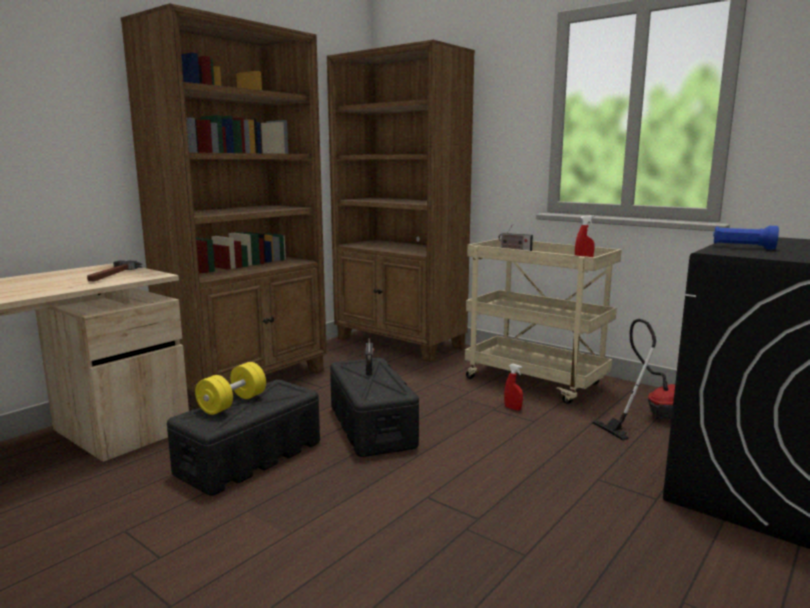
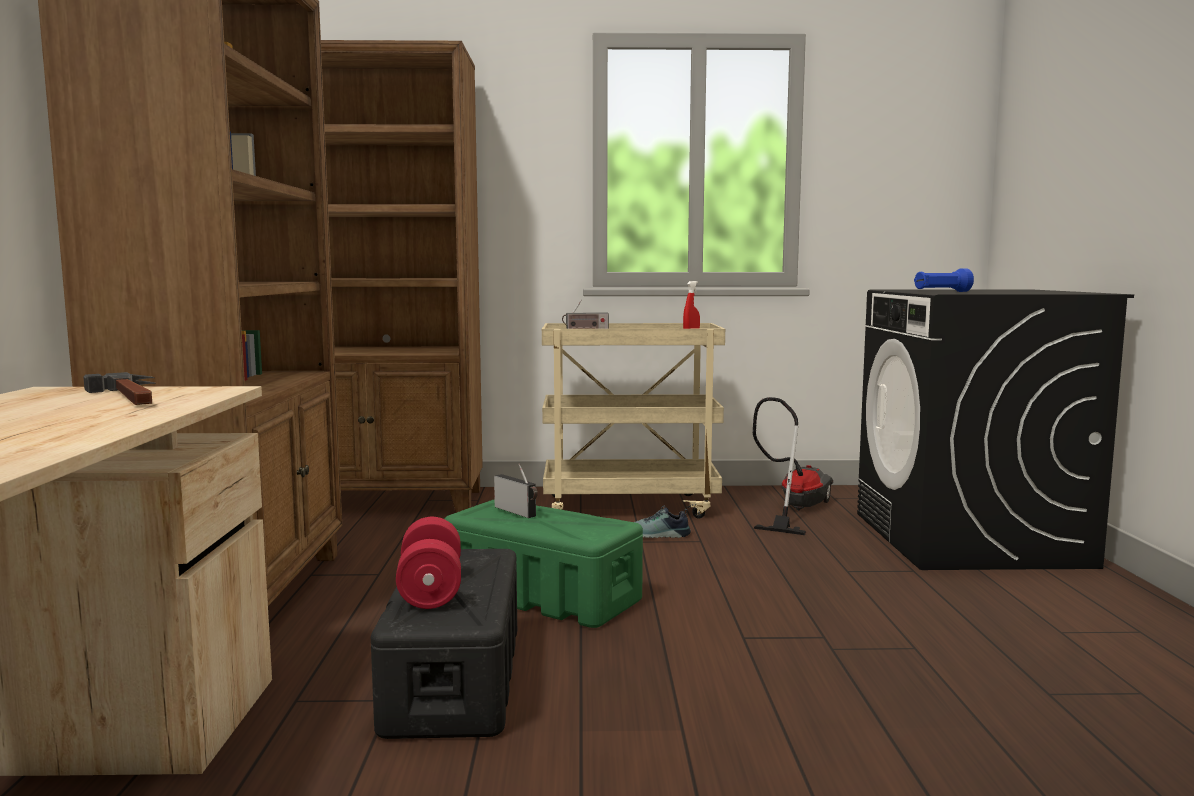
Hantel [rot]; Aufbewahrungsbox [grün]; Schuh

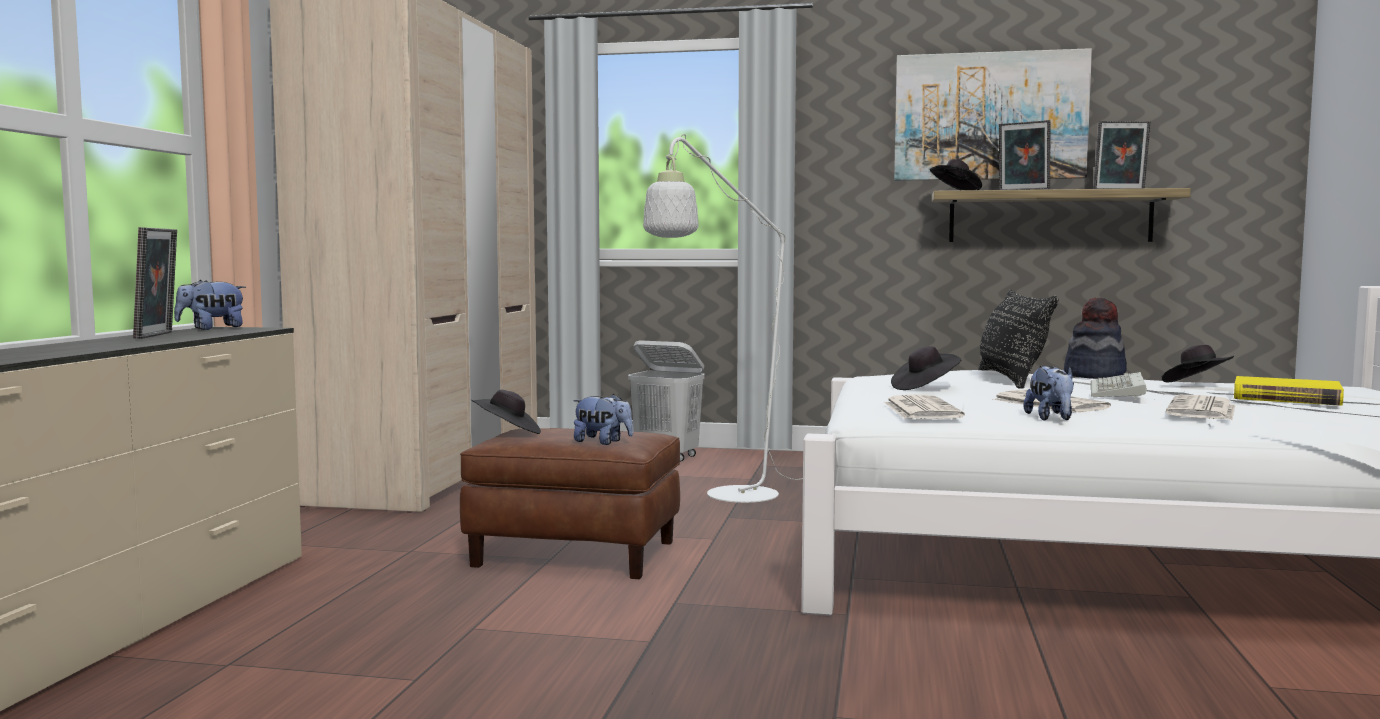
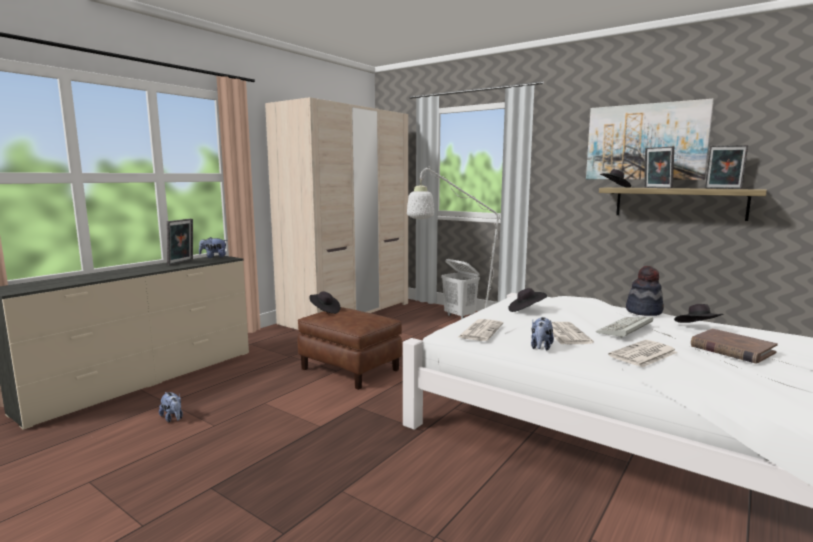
Plüschtier (1st from left); Buch [braun]; Kissen [schwarz]

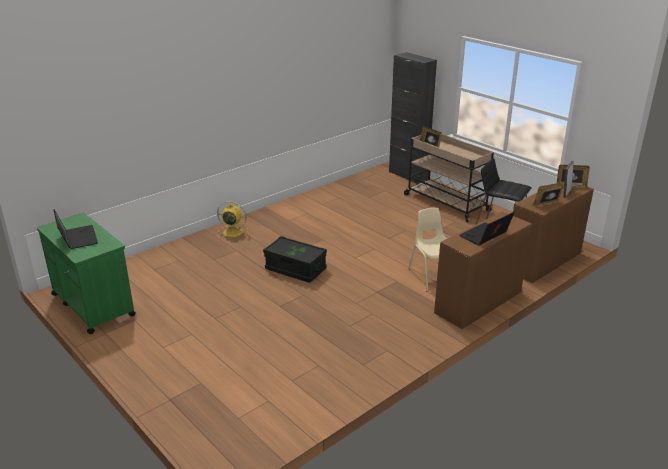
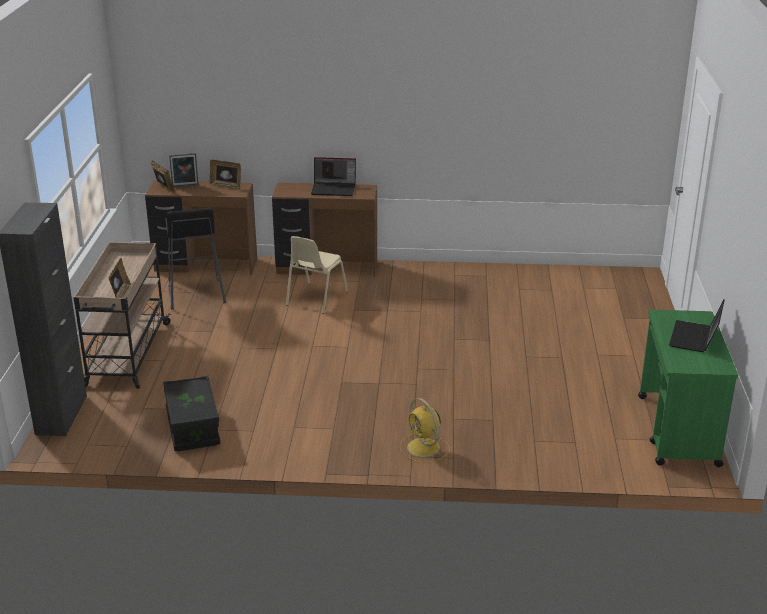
Aufbewahrungsbox [schwarz]

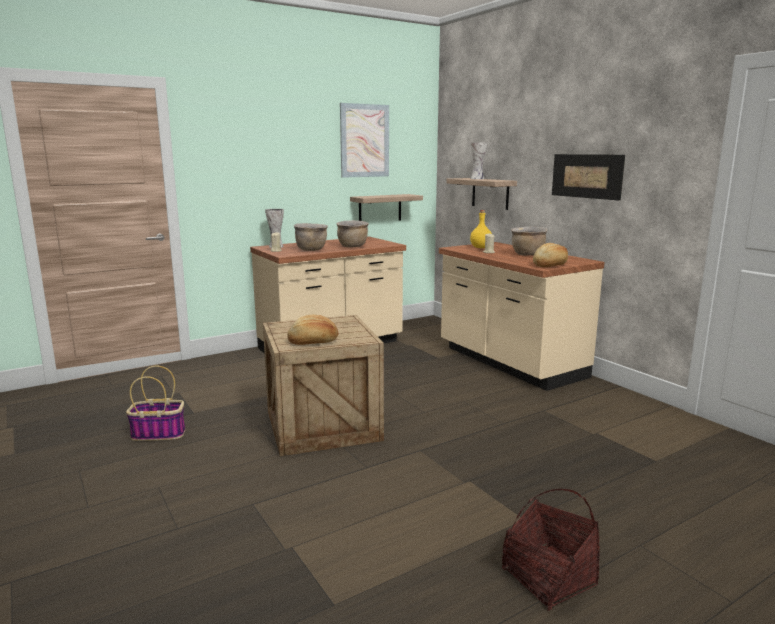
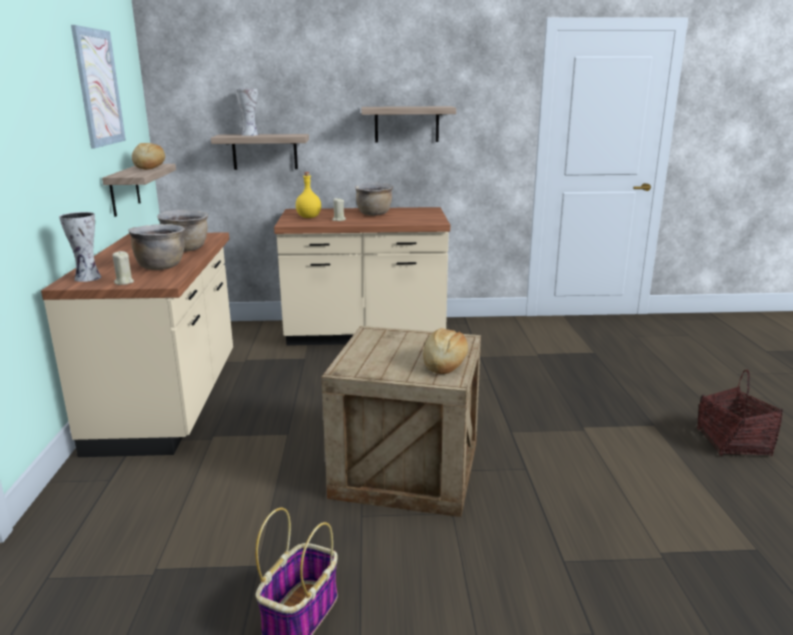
Brot (1st from left); Wandregal (3rd from left)

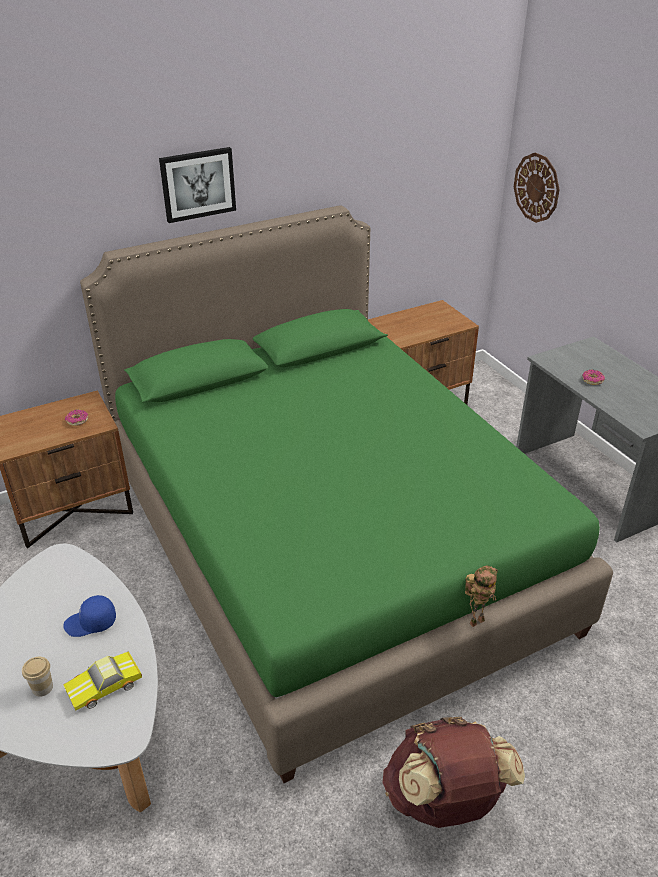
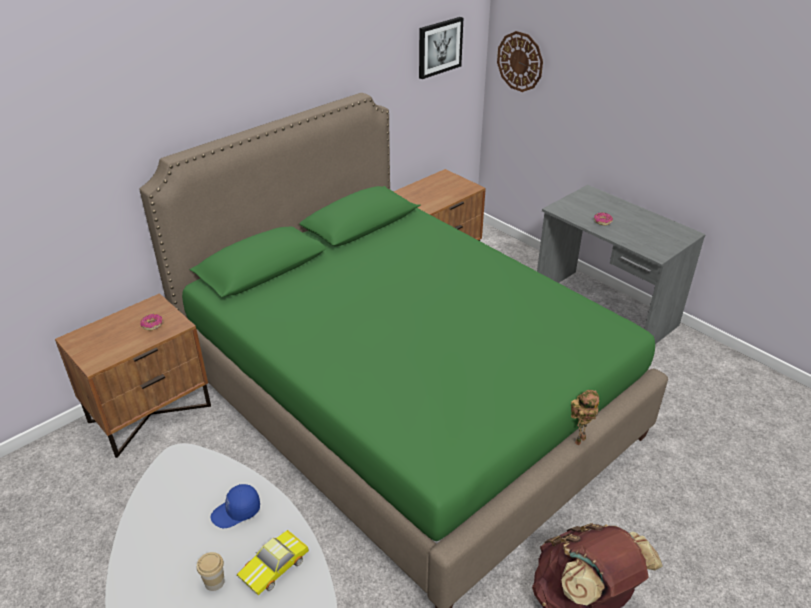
Bild

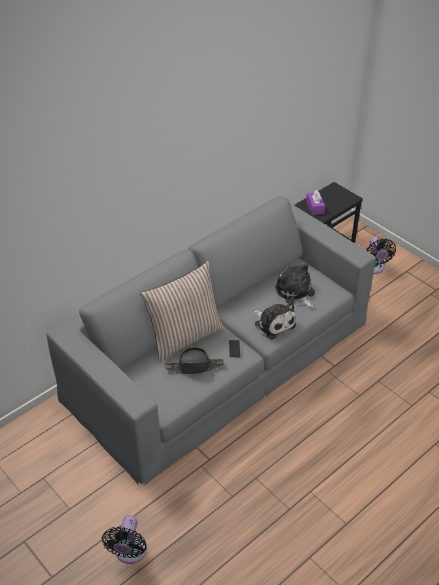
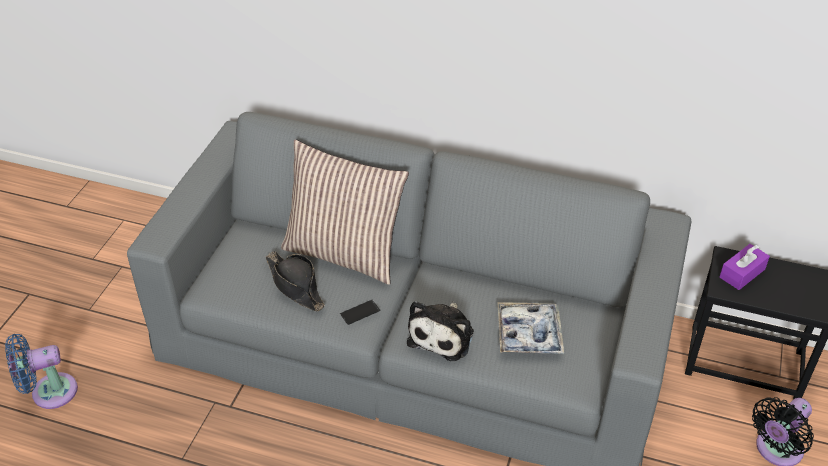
Ventilator [blau]; Tablett

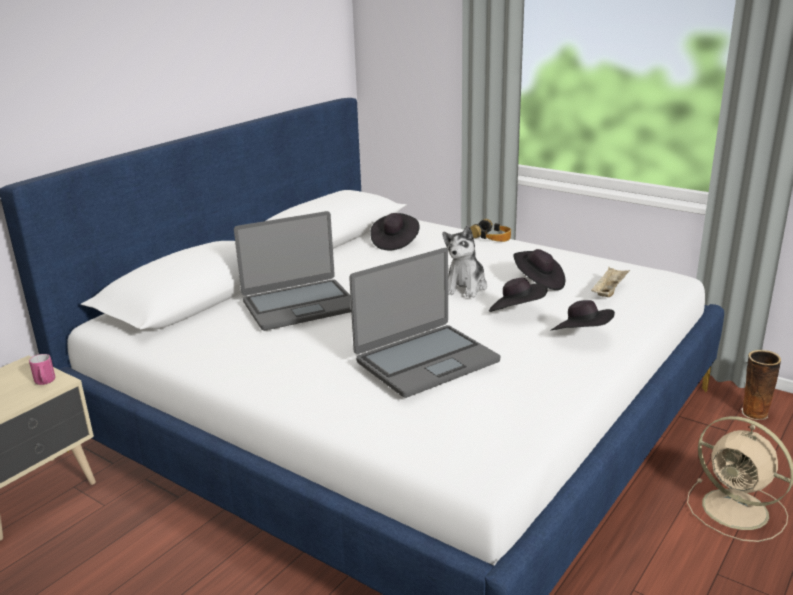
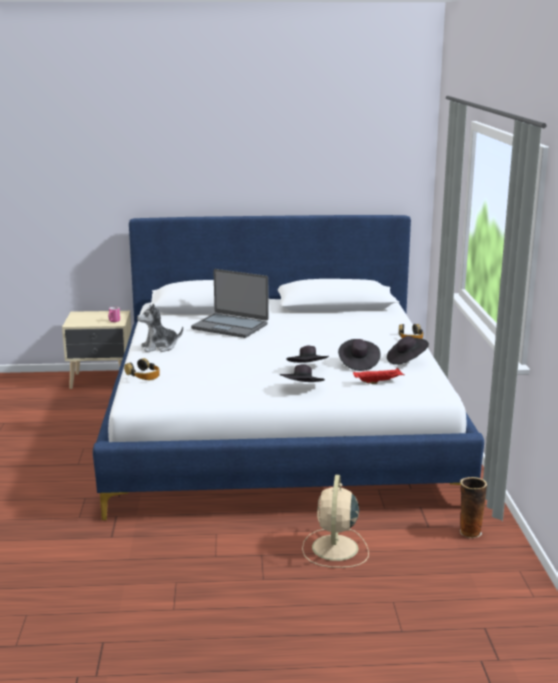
Kopfhörer (1st from left); Plüschtier; Tablett [rot]; Hut [schwarz] (4th from left); Laptop (2nd from left in the first image)

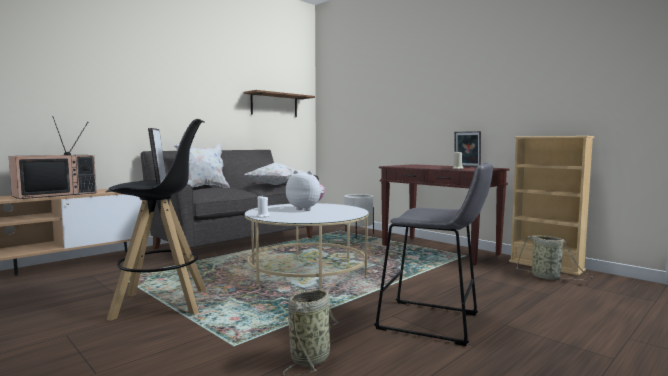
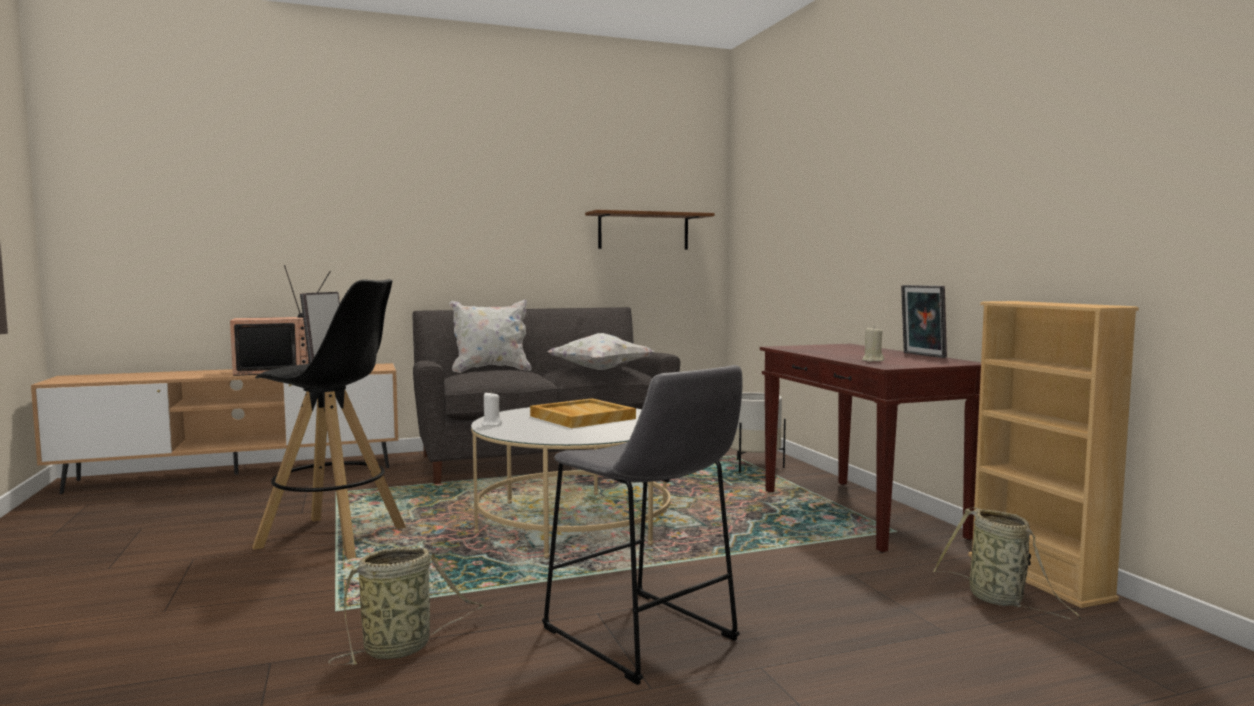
Tablett [beige]

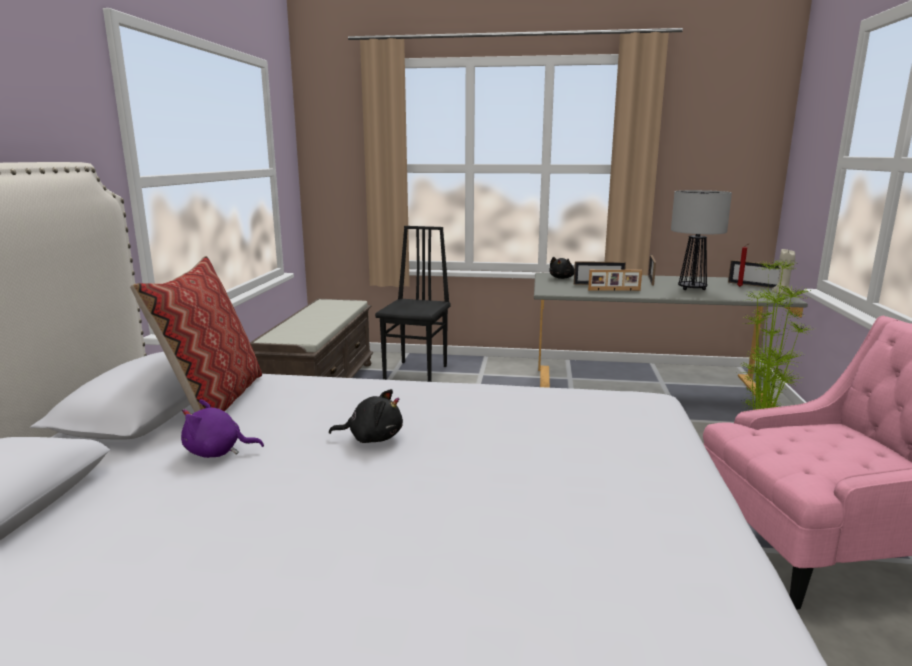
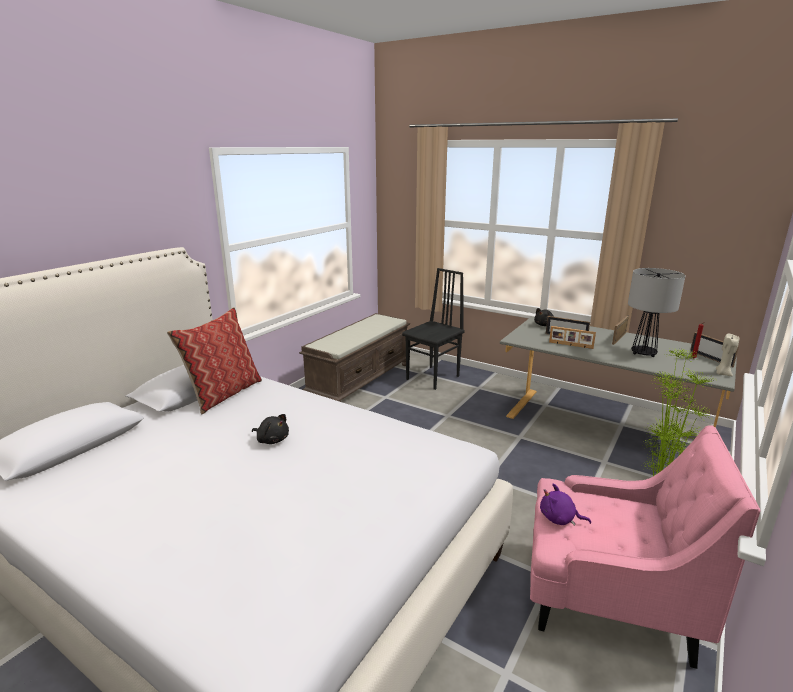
Plüschtier [lila]

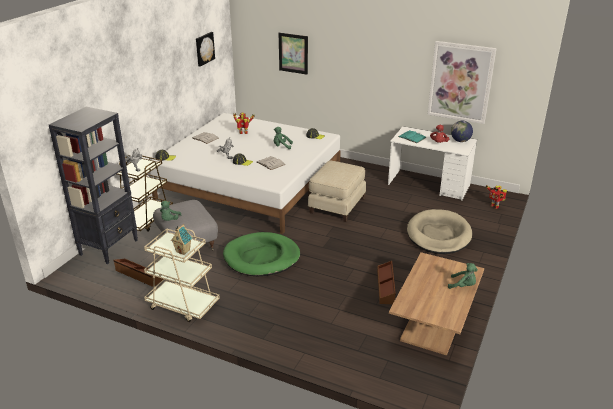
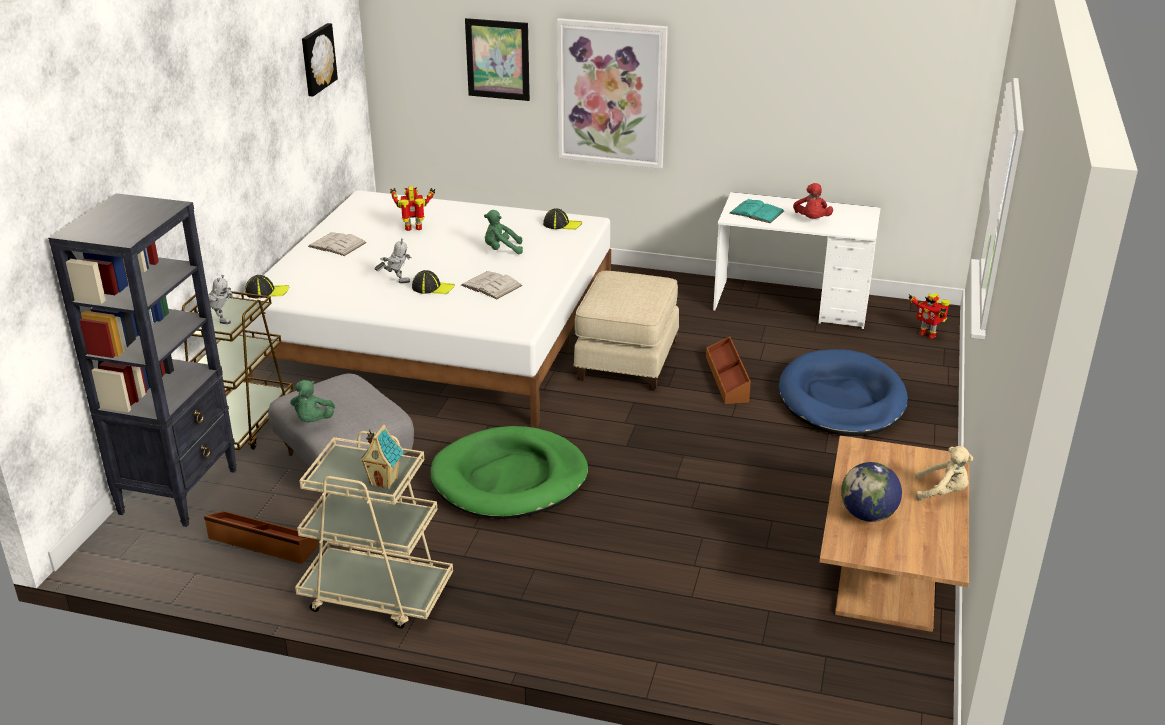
Bild (3rd from left); Aufbewahrungsbox [braun] (2nd from left); Hundebett [blau]; Globus; Plüschtier [beige]

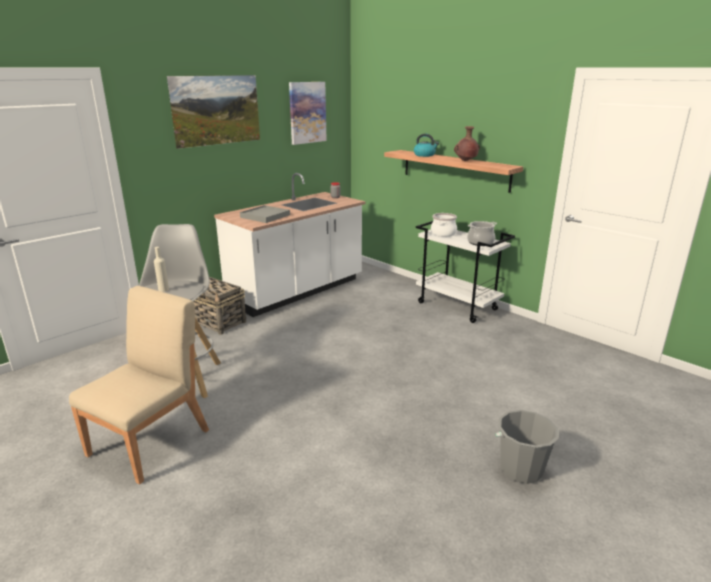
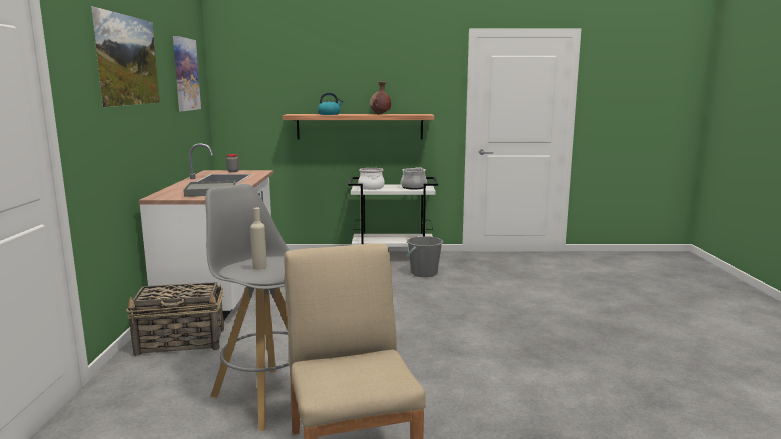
Eimer [grau]

